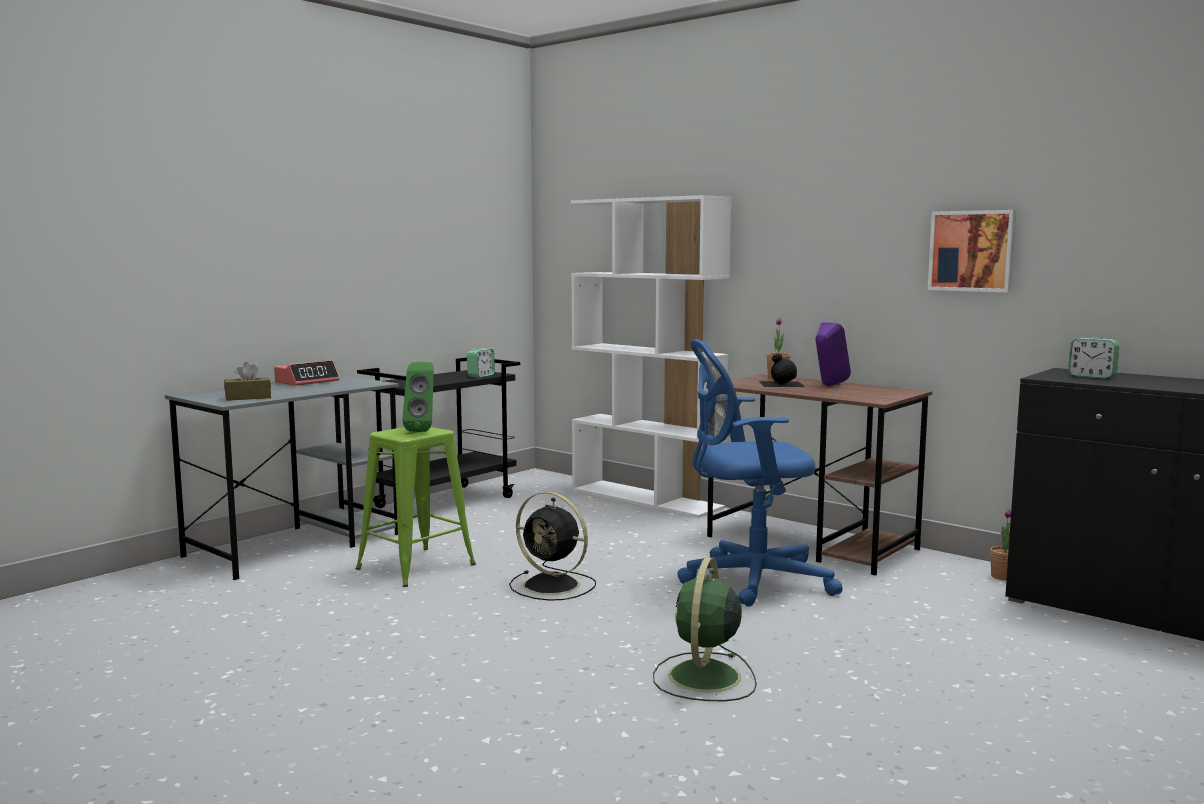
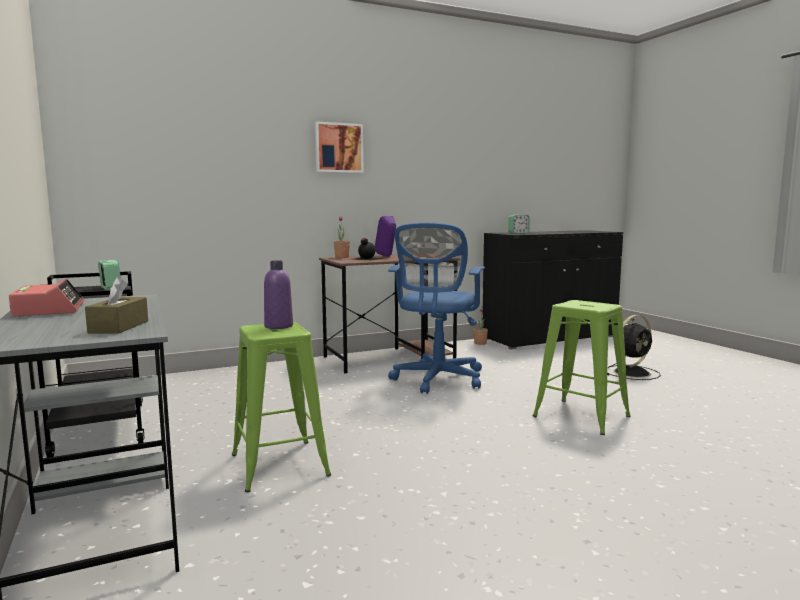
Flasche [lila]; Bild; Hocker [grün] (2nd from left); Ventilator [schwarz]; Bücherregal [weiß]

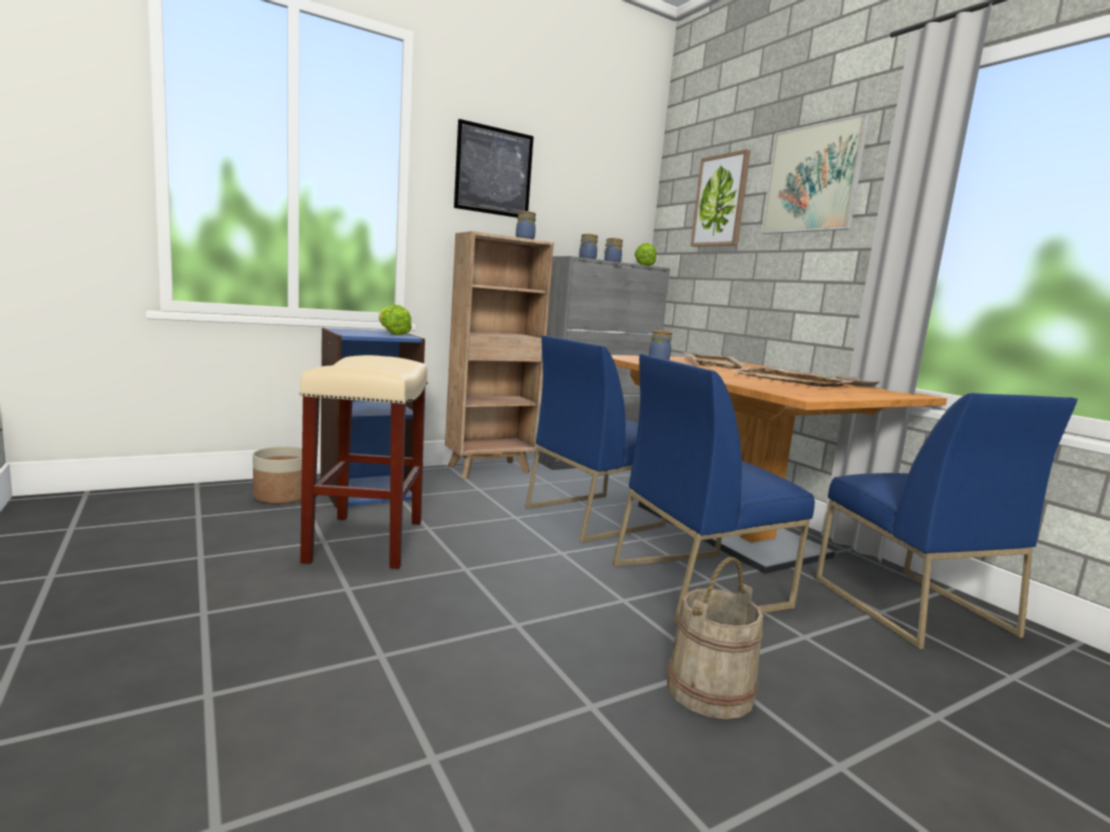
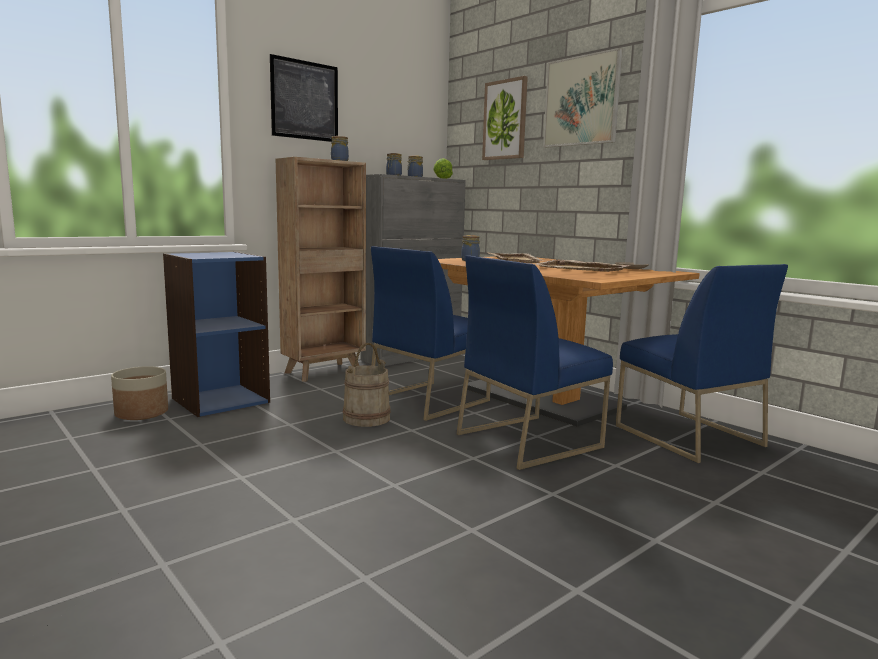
Eimer [beige]; Hocker [beige]; Salatkopf (1st from left in the first image)

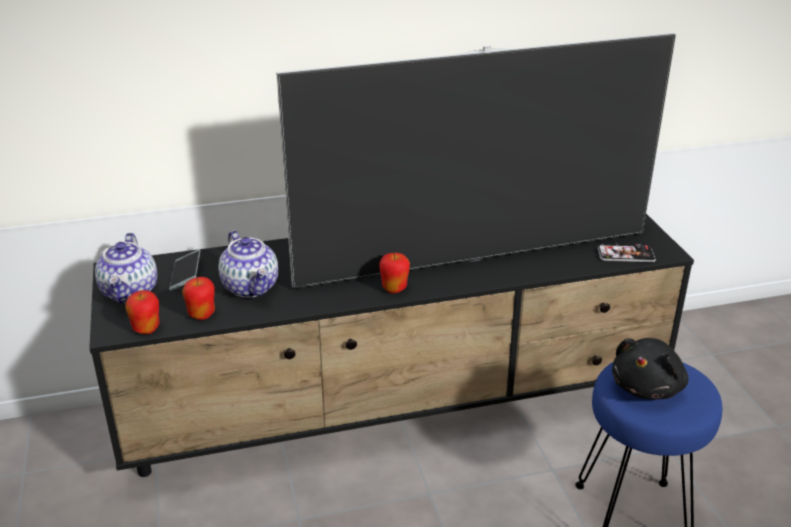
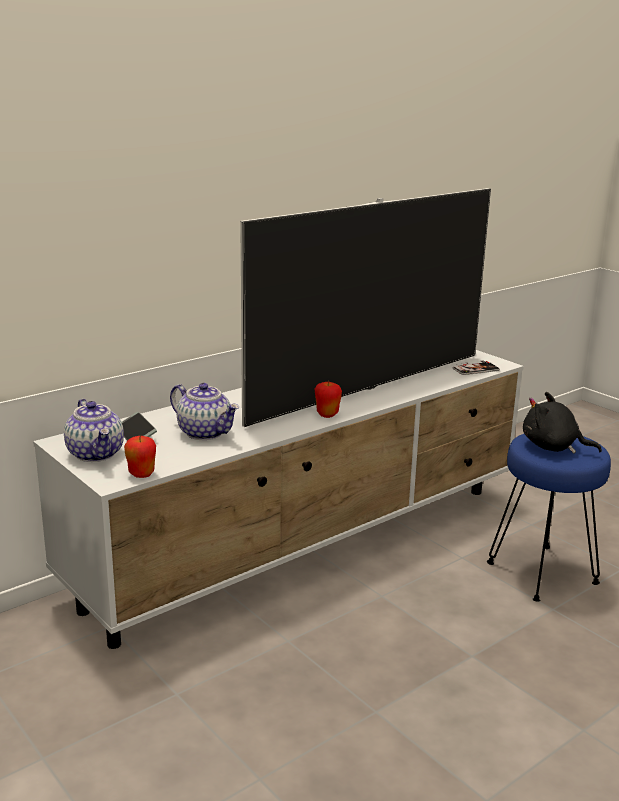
Fernsehschrank [weiß]; Plüschtier [schwarz]; Apfel (2nd from left in the first image)

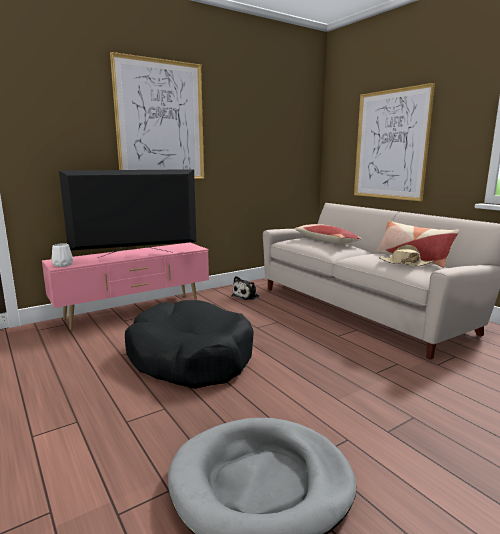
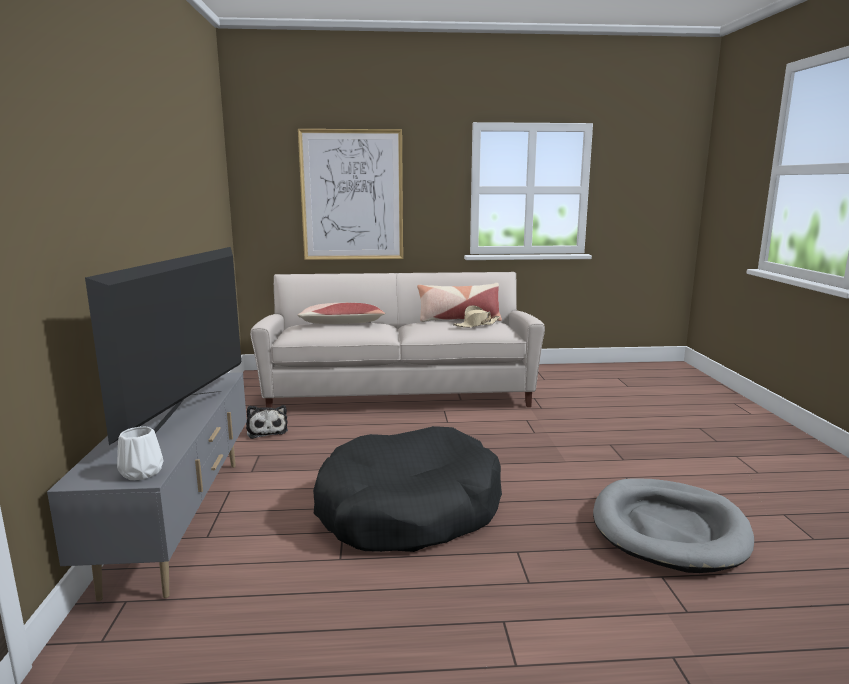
Fernsehschrank [grau]; Bild (1st from left in the first image)

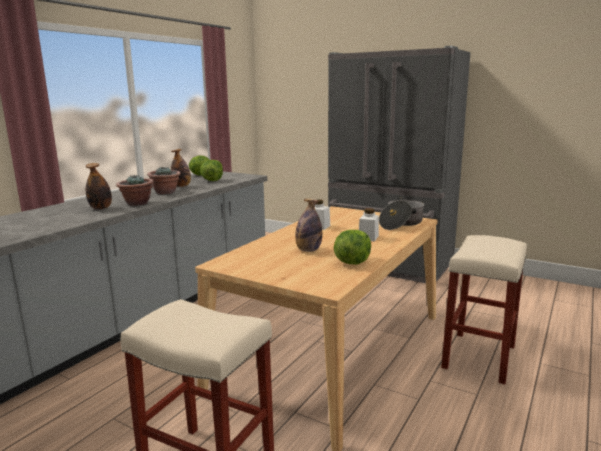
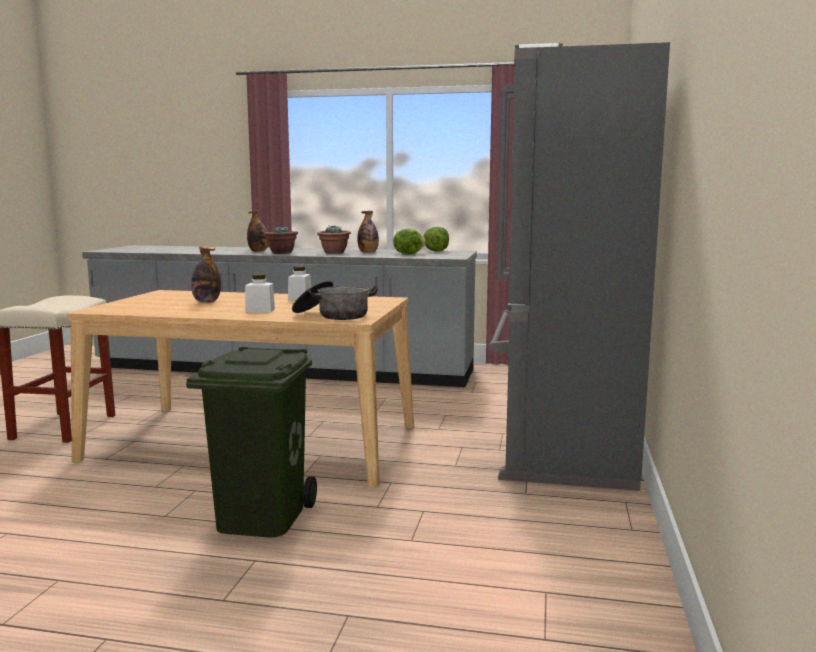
Mülleimer [grün]; Salatkopf (3rd from left in the first image)

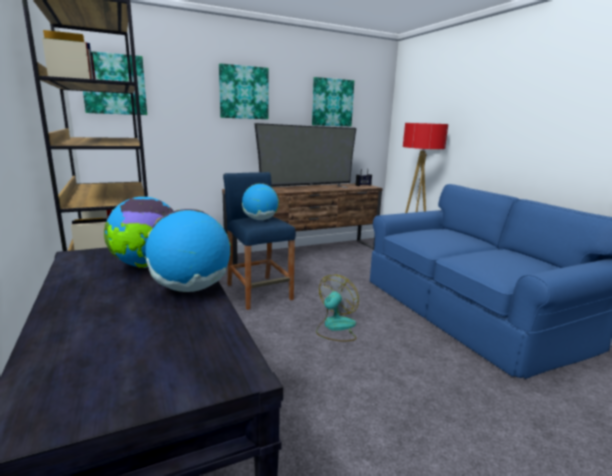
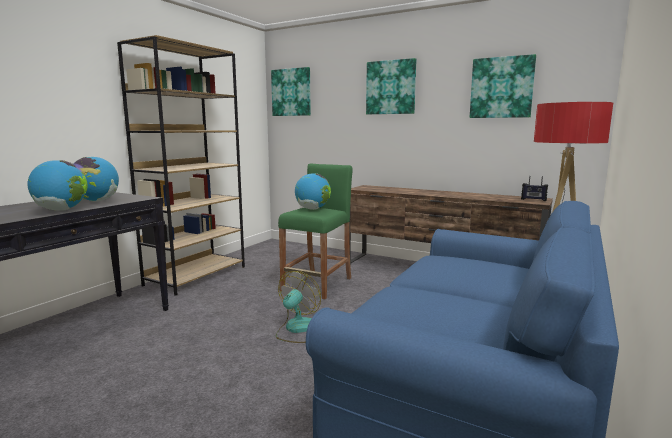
Ventilator; Hocker [grün]; Fernseher

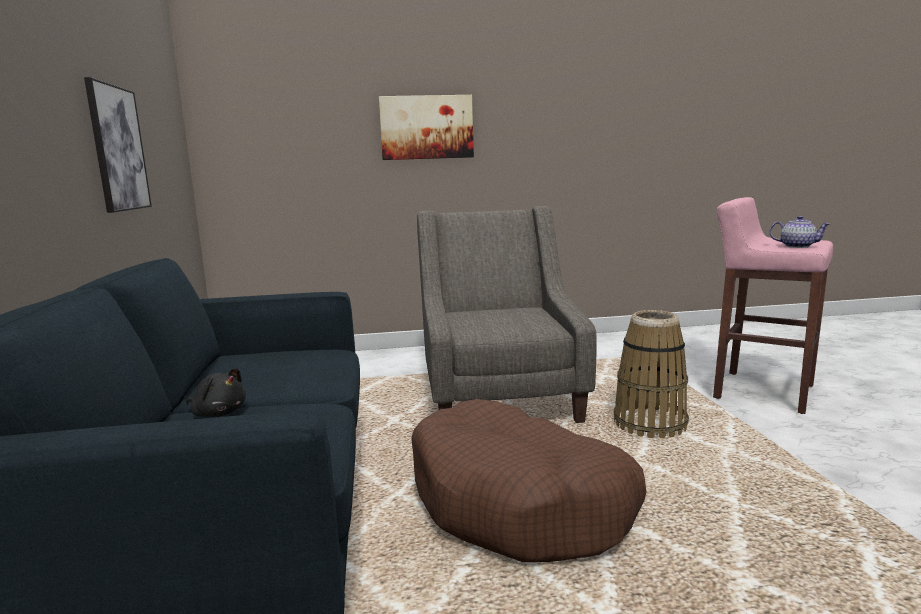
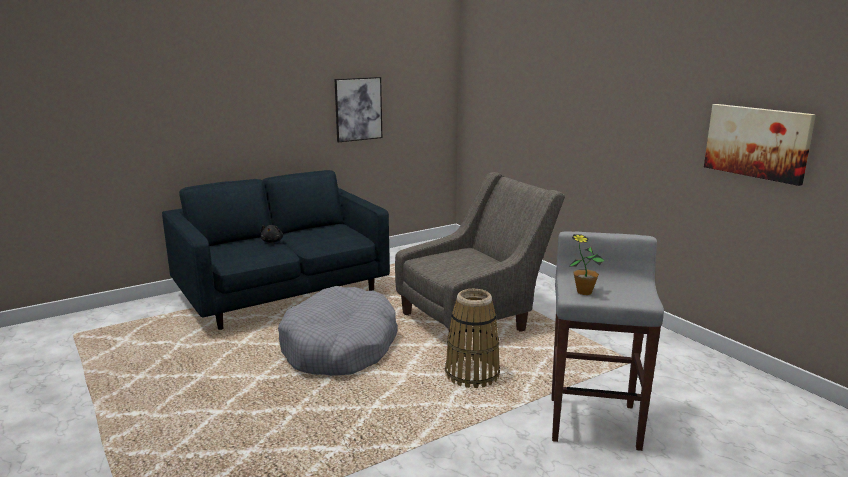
Hundebett [grau]; Hocker [grau]; Topfpflanze; Bild (2nd from left)

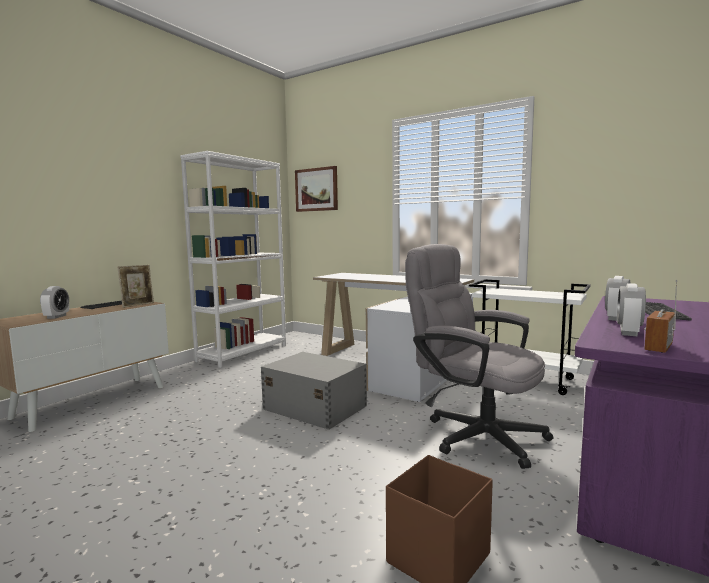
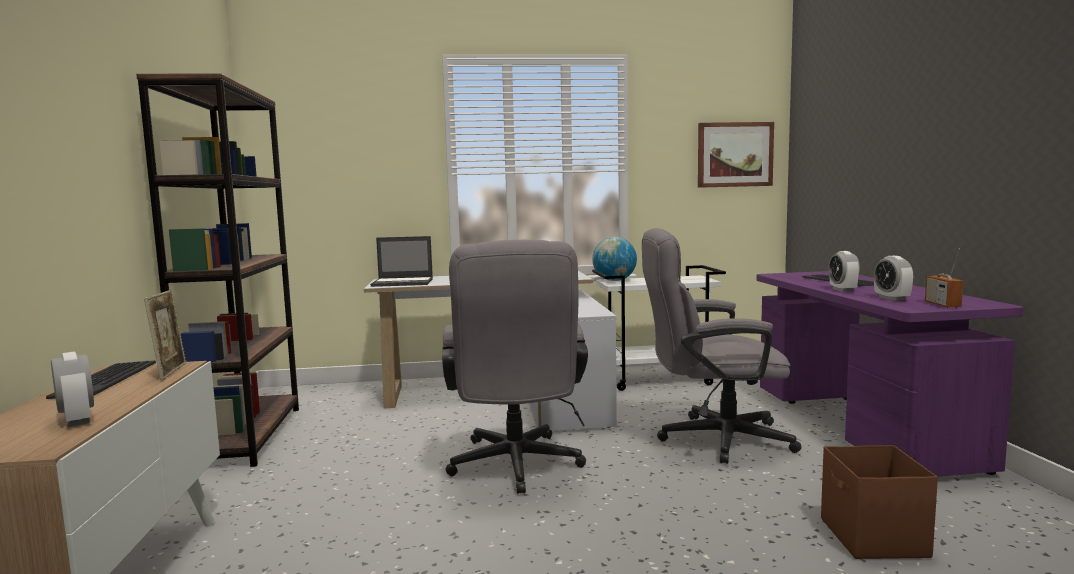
Bücherregal [braun]; Laptop; Bürostuhl [grau] (1st from left); Globus; Bild

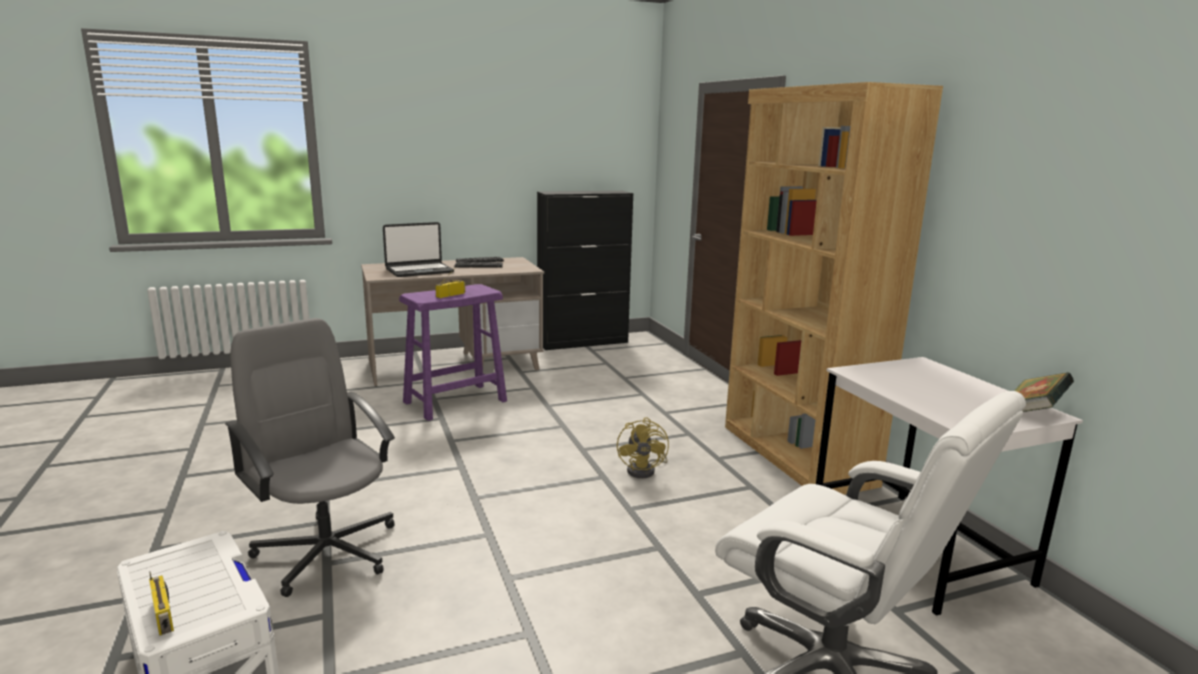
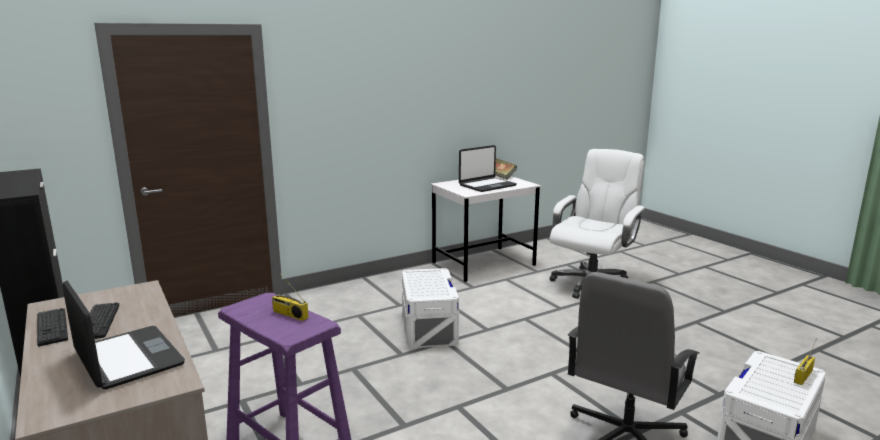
Aufbewahrungsbox [weiß] (1st from left); Laptop (2nd from left); Bücherregal [braun]

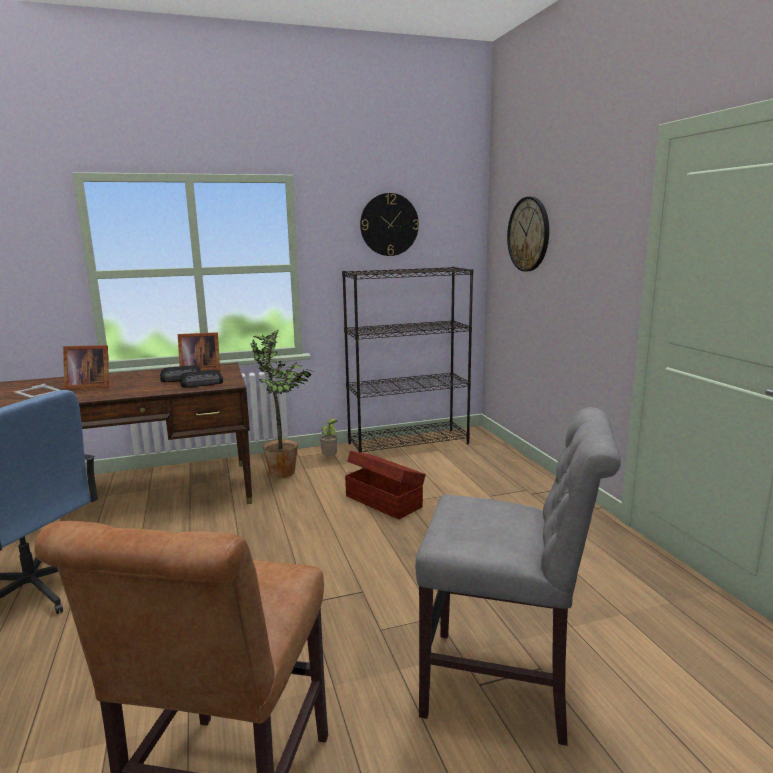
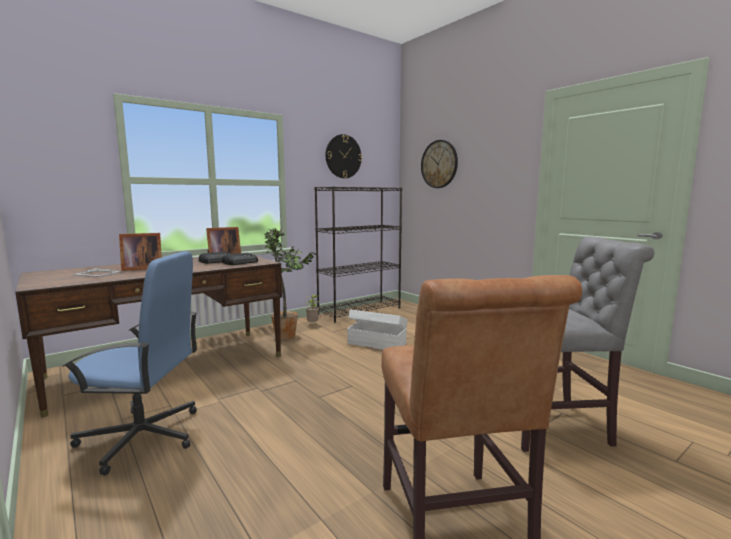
Aufbewahrungsbox [weiß]

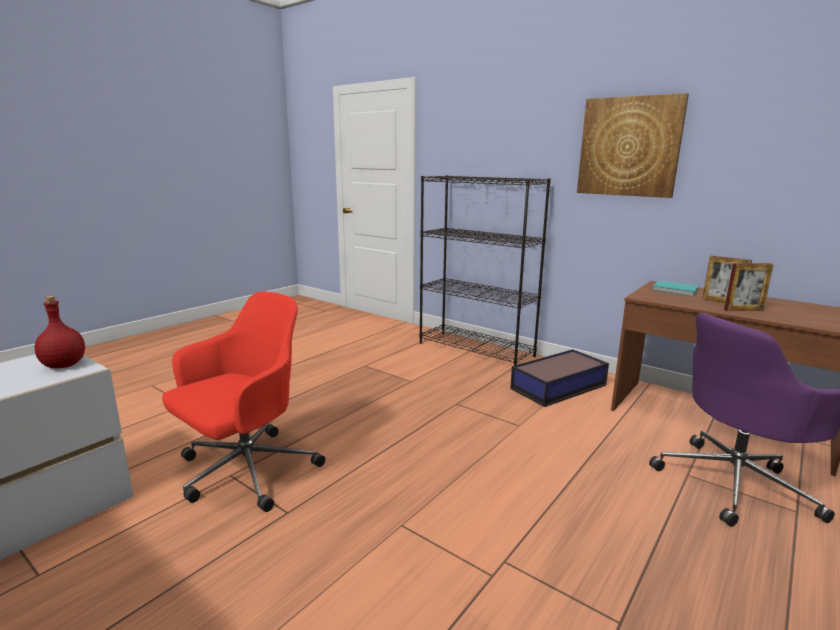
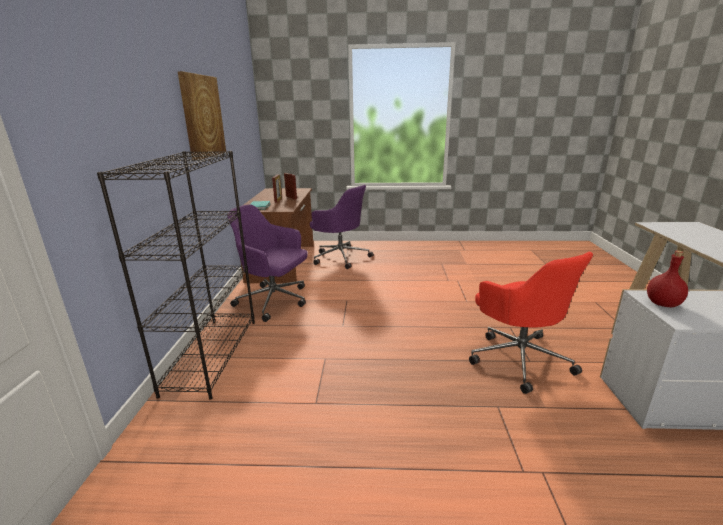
Bürostuhl [lila] (1st from left); Bürostuhl [rot]

